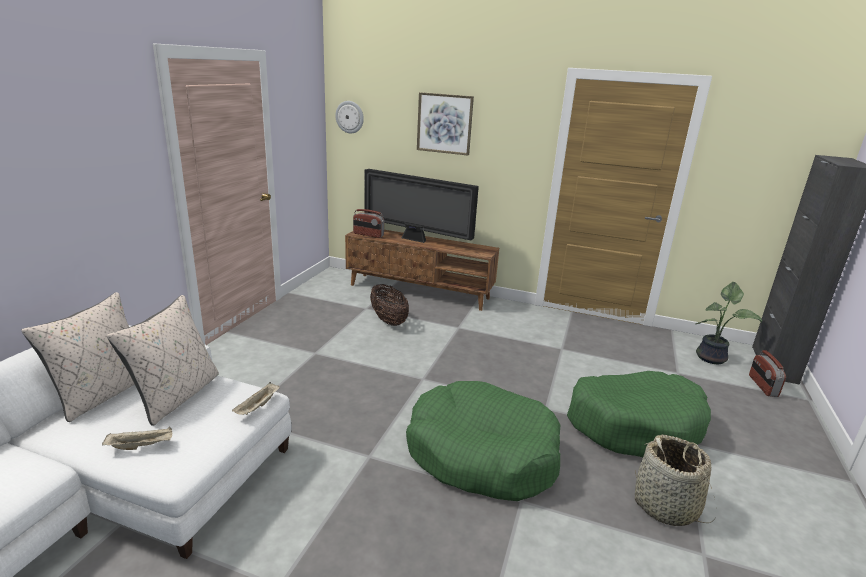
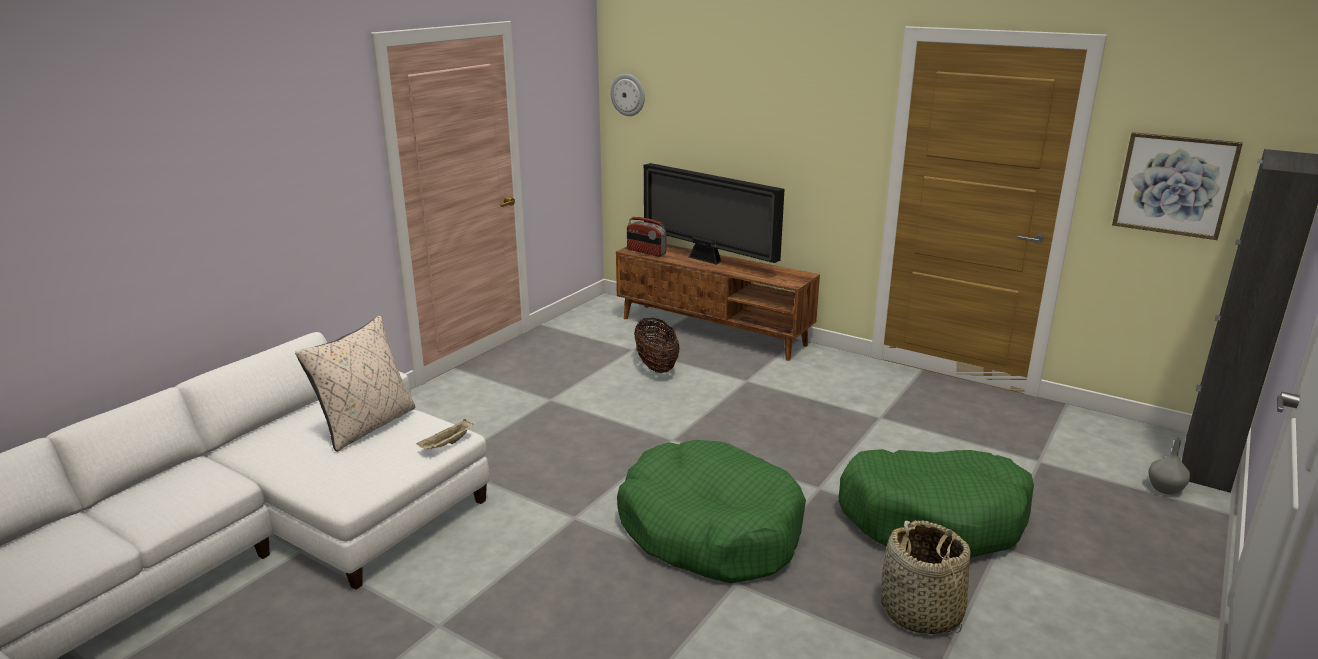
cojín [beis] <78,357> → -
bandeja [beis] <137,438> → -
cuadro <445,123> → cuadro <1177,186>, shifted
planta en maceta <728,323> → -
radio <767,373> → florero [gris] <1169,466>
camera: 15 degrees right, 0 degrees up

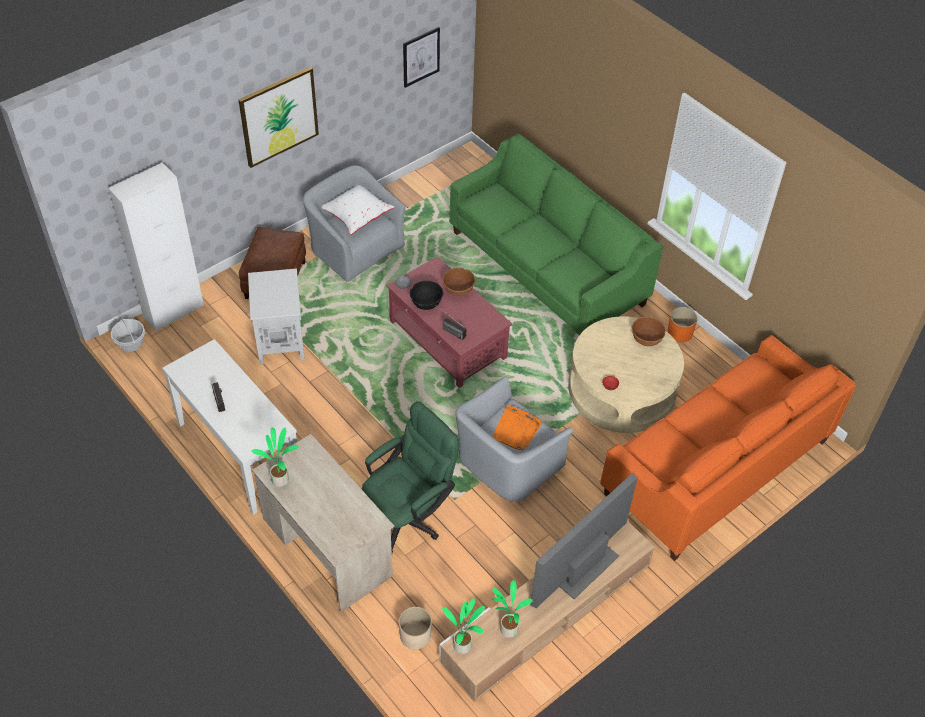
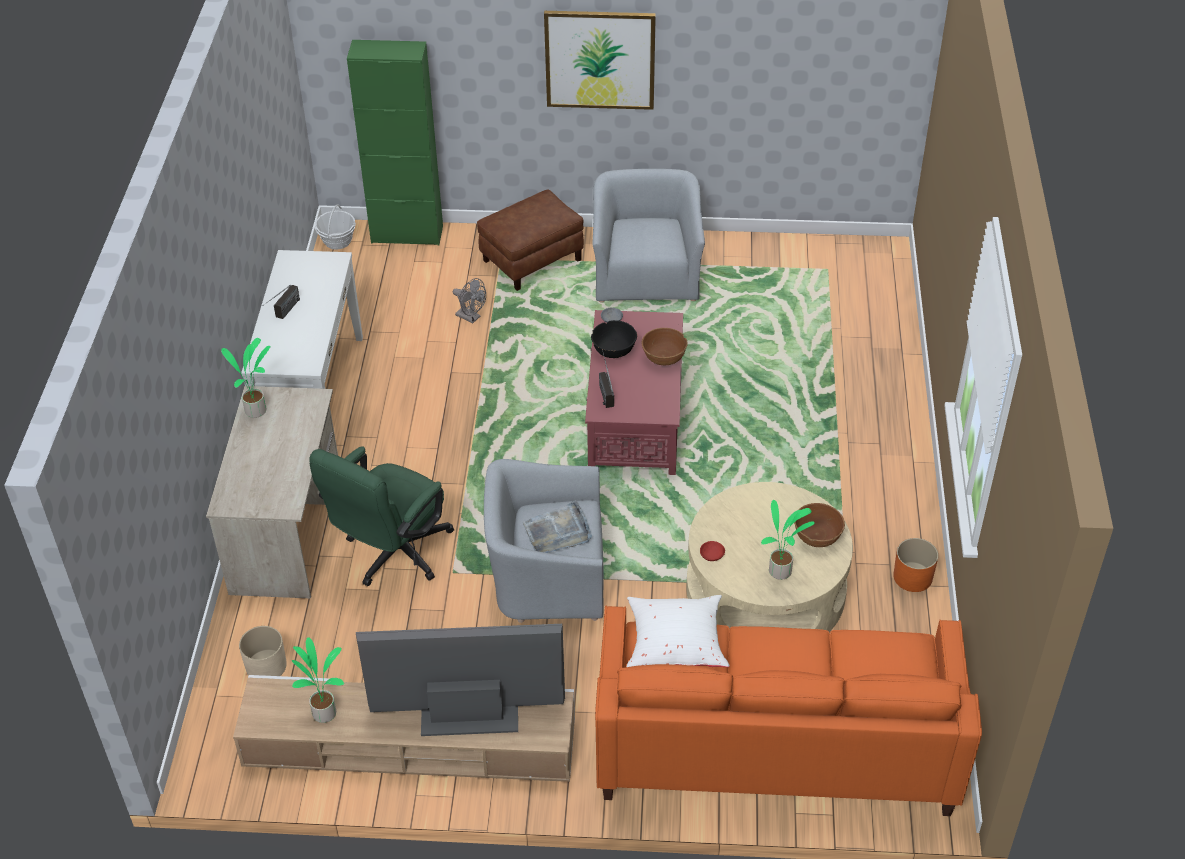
armario [blanco] <156,247> → armario [verde] <395,143>
mesa auxiliar [blanco] <276,316> → ventilador [gris] <469,300>
cojín [blanco] <358,210> → cojín [blanco] <678,631>, shifted
silla de oficina [verde] <411,477> → silla de oficina [verde] <382,516>, 120 degrees clockwise
cuadro <421,57> → -
planta en maceta <463,626> → planta en maceta <788,540>, shifted
sofá [verde] <556,234> → -
bandeja [naranja] <517,427> → bandeja [gris] <557,526>
camera: 45 degrees right, 5 degrees down

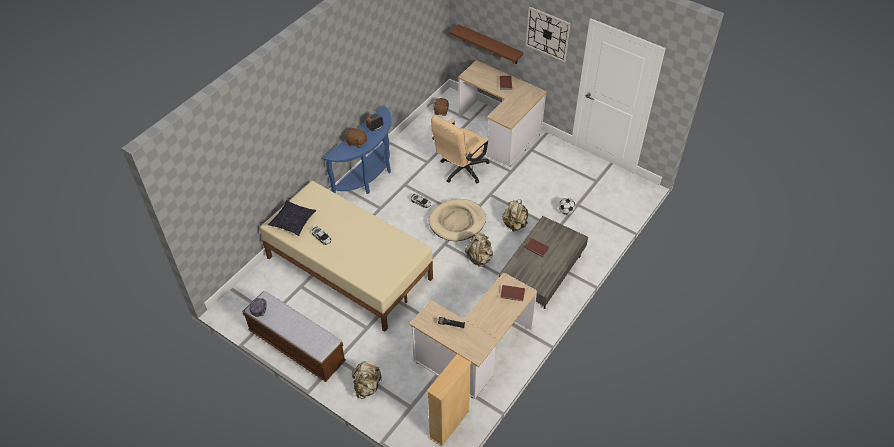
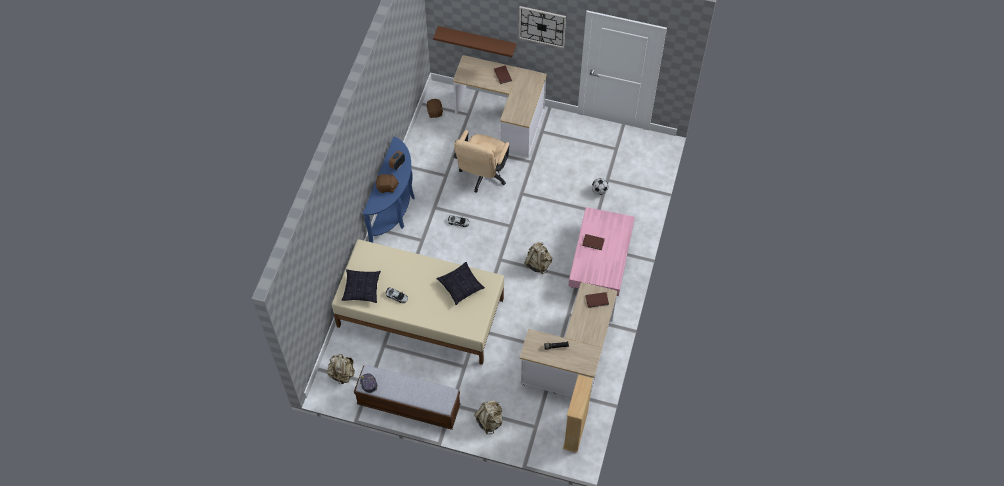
cama para perro [beis] <457,220> → -
mesa de centro [gris] <543,262> → mesa de centro [rosa] <601,251>
mochila [beis] <515,215> → mochila [beis] <341,369>, shifted
- → cojín <461,283>
camera: 20 degrees left, 10 degrees up

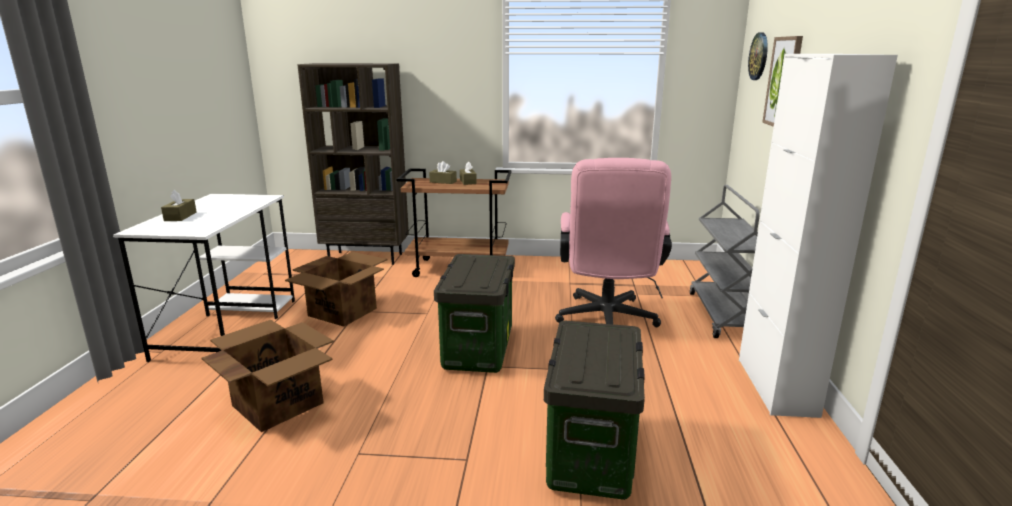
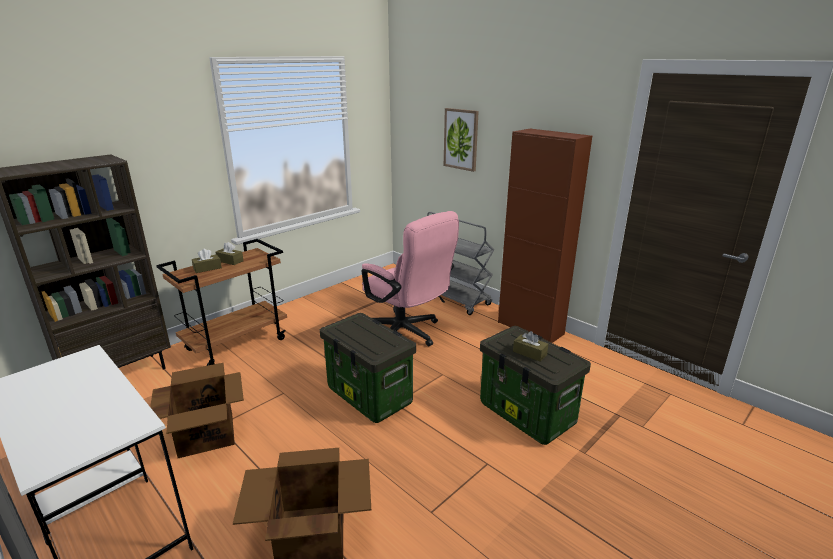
caja de pañuelos [marrón] <179,205> → caja de pañuelos [marrón] <530,346>, shifted
armario [blanco] <818,236> → armario [marrón] <545,236>
reloj de pared <758,56> → -
camera: 50 degrees left, 5 degrees up

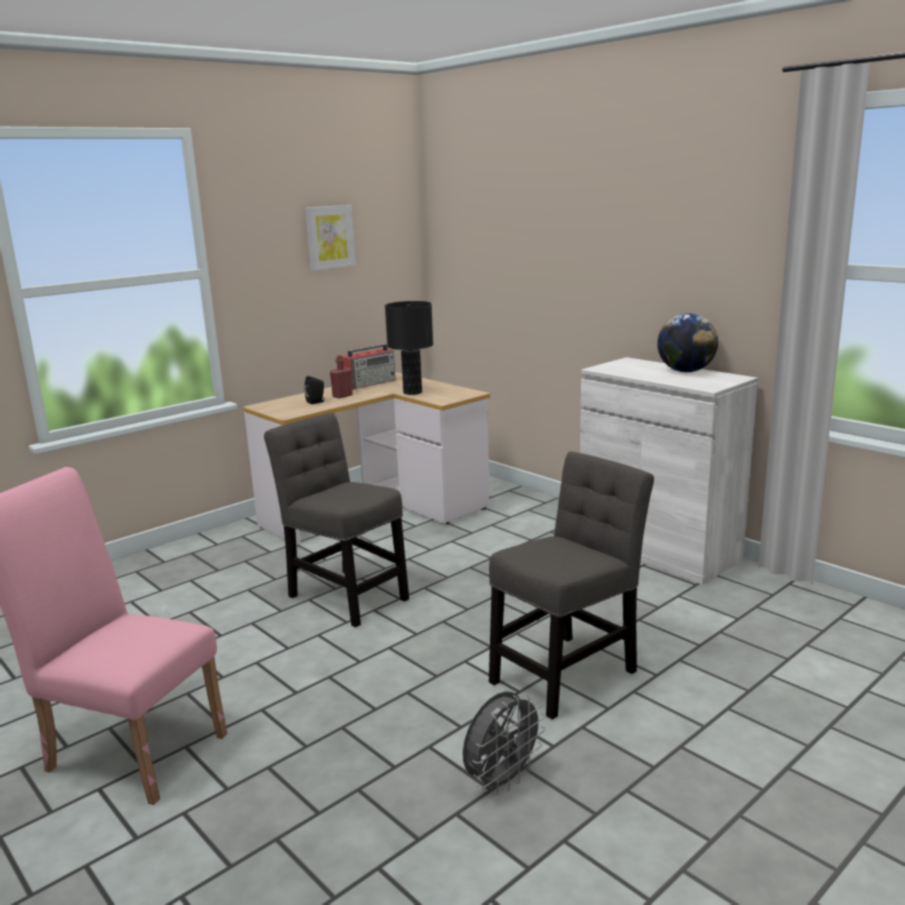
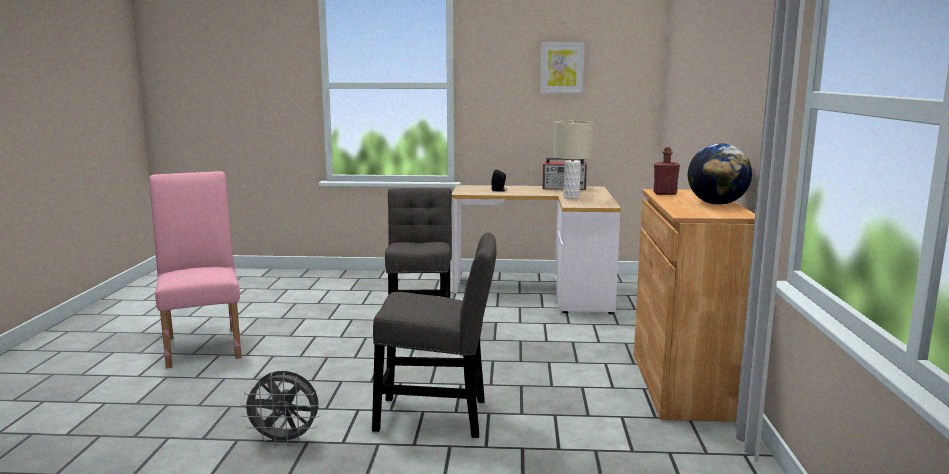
botella [rojo] <341,376> → botella [rojo] <666,171>, shifted
lámpara de mesa [negro] <409,348> → lámpara de mesa [beis] <573,160>
armario [blanco] <669,471> → armario [marrón] <694,305>
camera: 45 degrees right, 5 degrees down

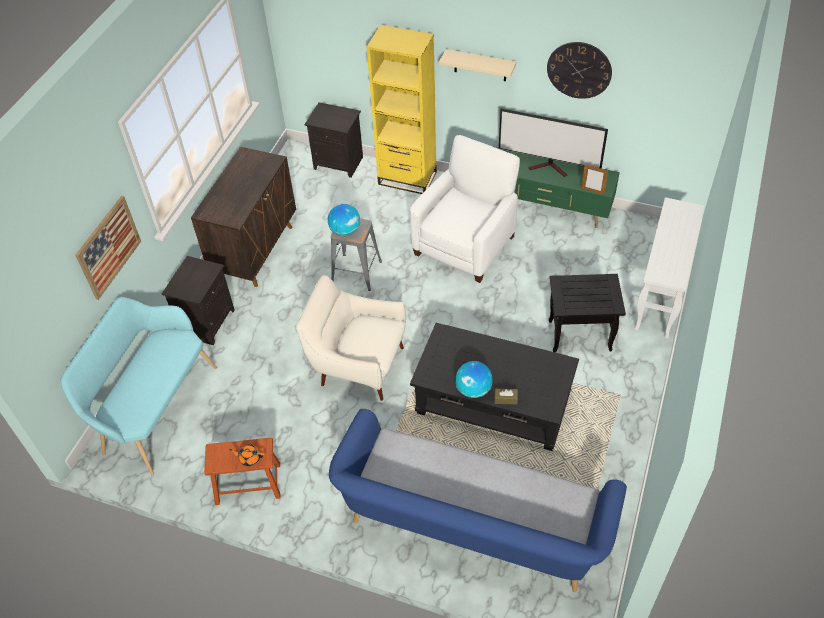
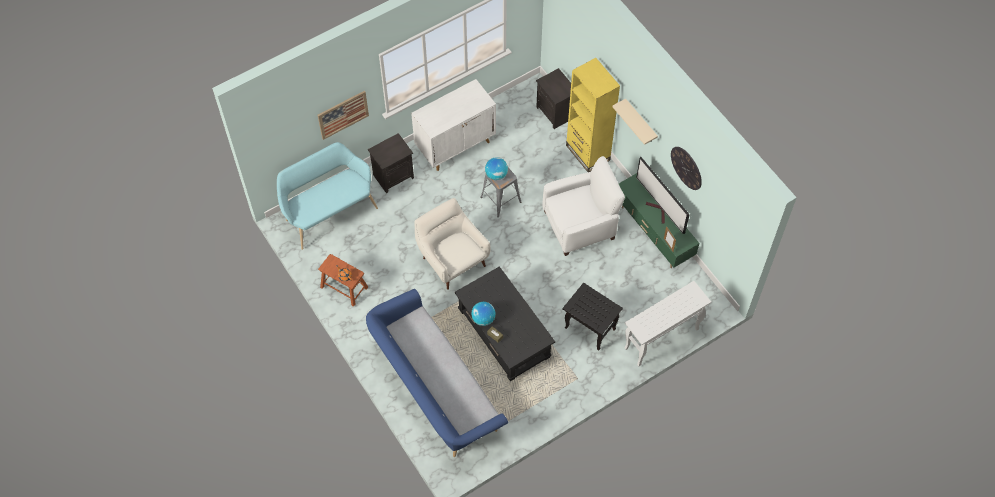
armario [marrón] <243,217> → armario [blanco] <453,125>
camera: 35 degrees right, 10 degrees up

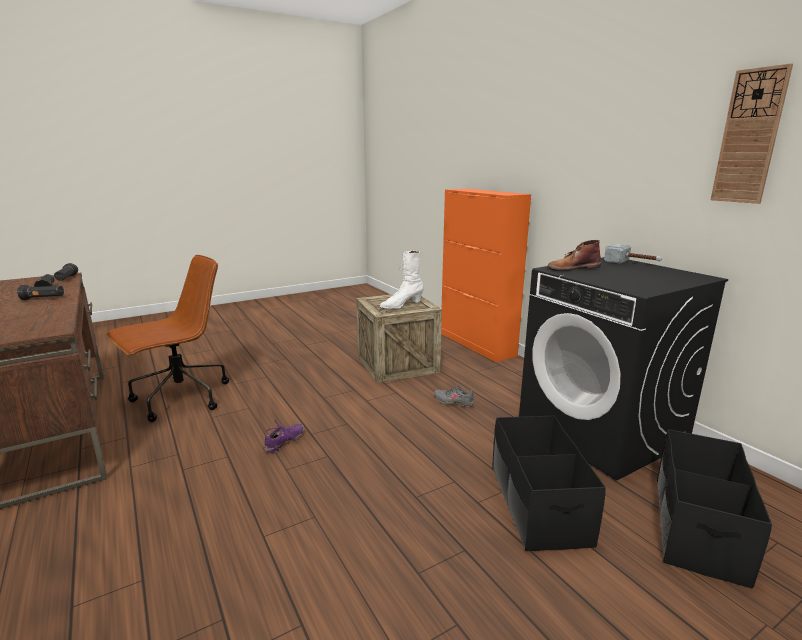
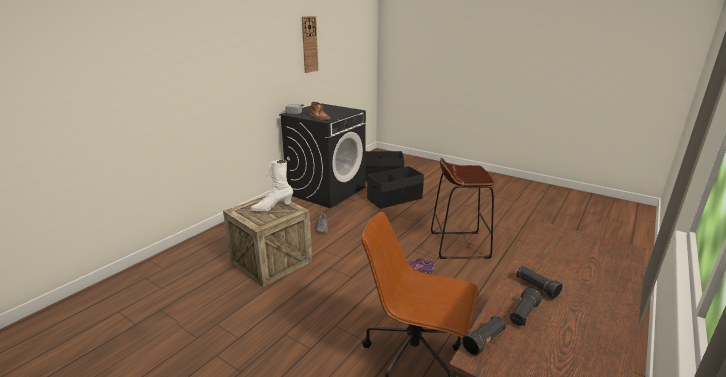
bota [blanco] <402,280> → bota [blanco] <272,185>, 120 degrees clockwise
armario [naranja] <486,275> → -
- → taburete [marrón] <462,208>
camera: 115 degrees left, 5 degrees up

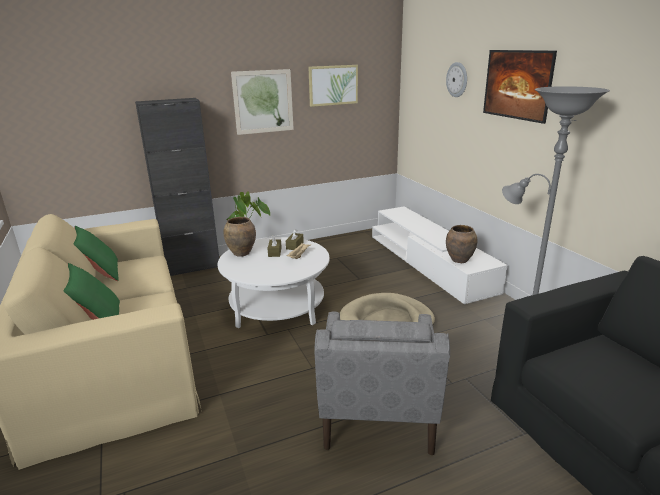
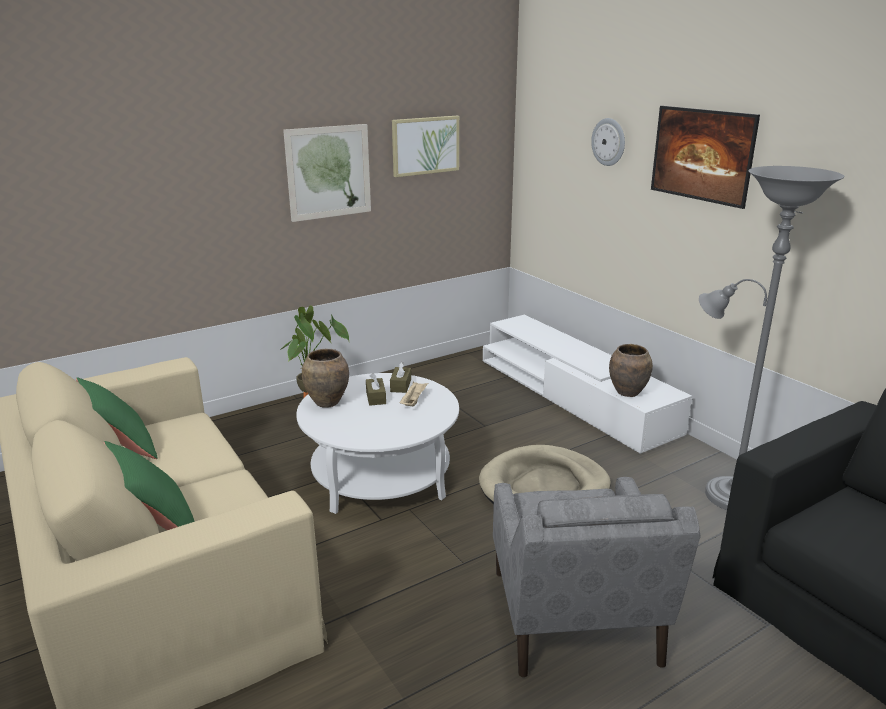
armario [negro] <177,187> → -
camera: 10 degrees left, 0 degrees up

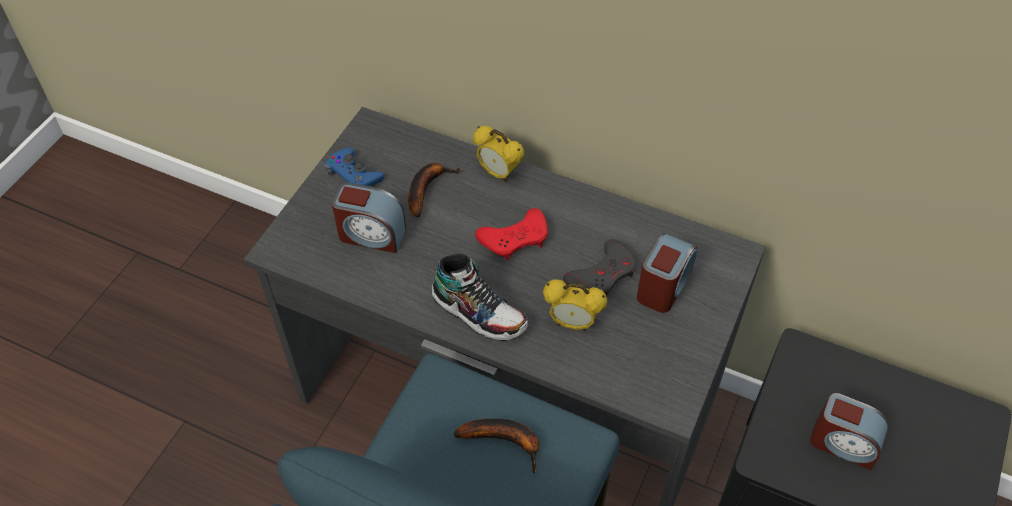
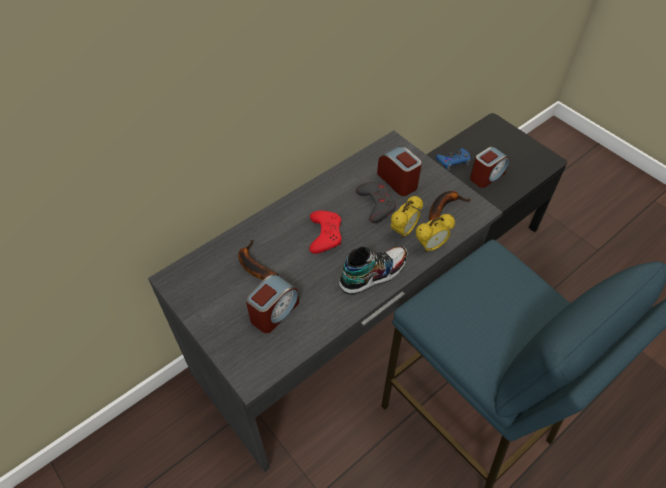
mando de consola [azul] <354,167> → mando de consola [azul] <453,159>, shifted
plátano <496,446> → plátano <450,206>, shifted
despertador <498,154> → despertador <435,233>, shifted
camera: 65 degrees left, 0 degrees up

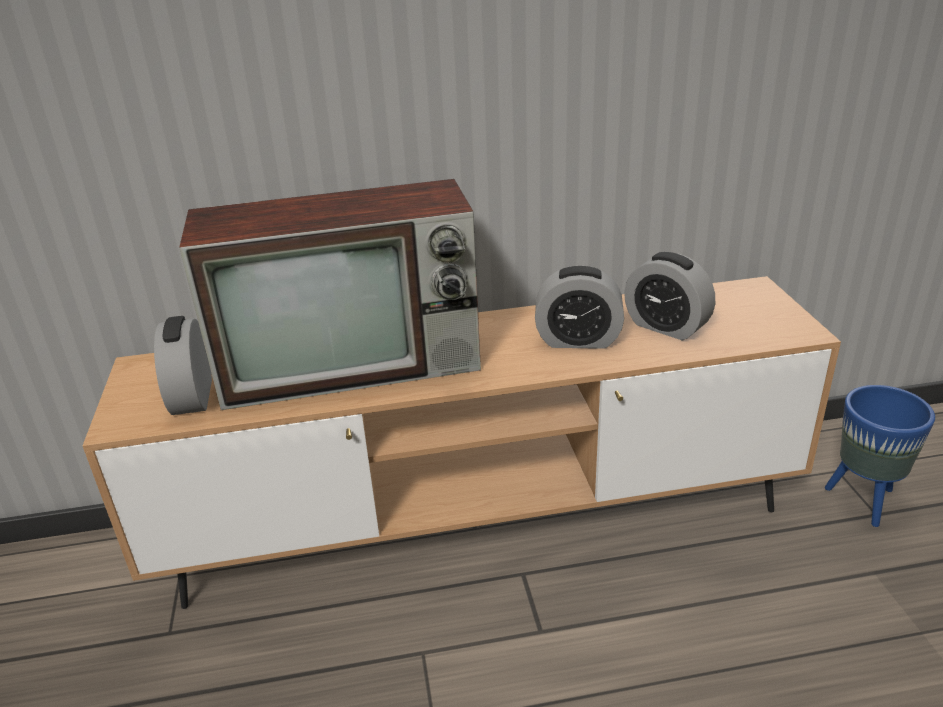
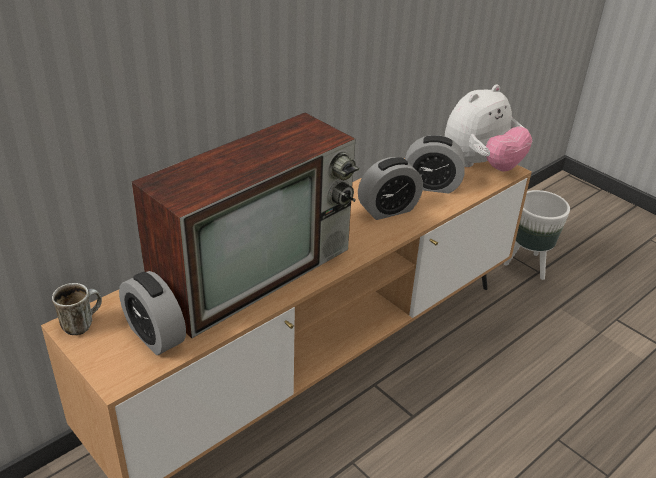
maceta [azul] <880,456> → maceta [blanco] <537,235>
- → taza grande <77,309>
- → peluche <488,128>
camera: 35 degrees left, 5 degrees up

